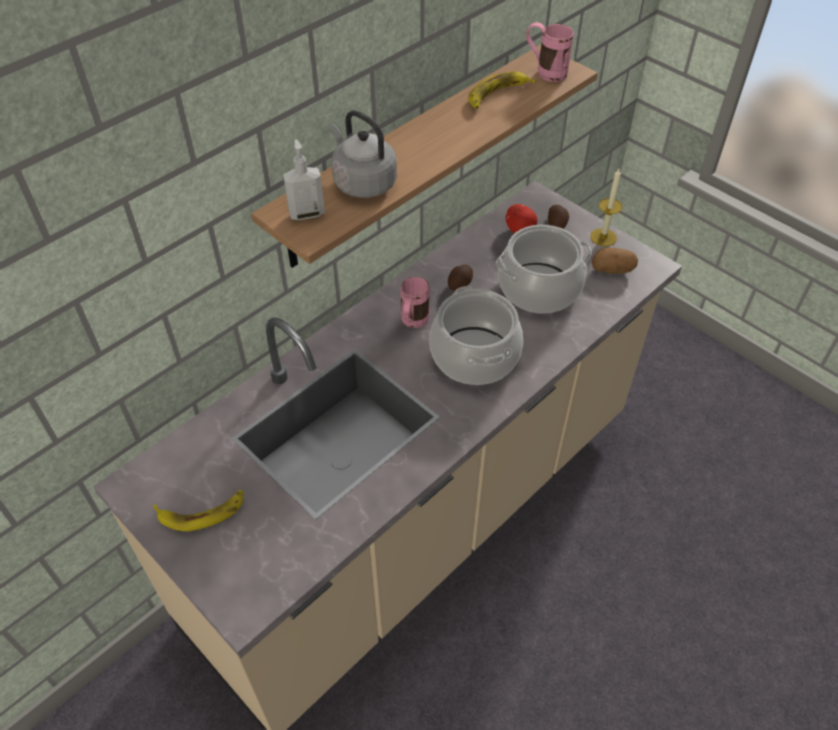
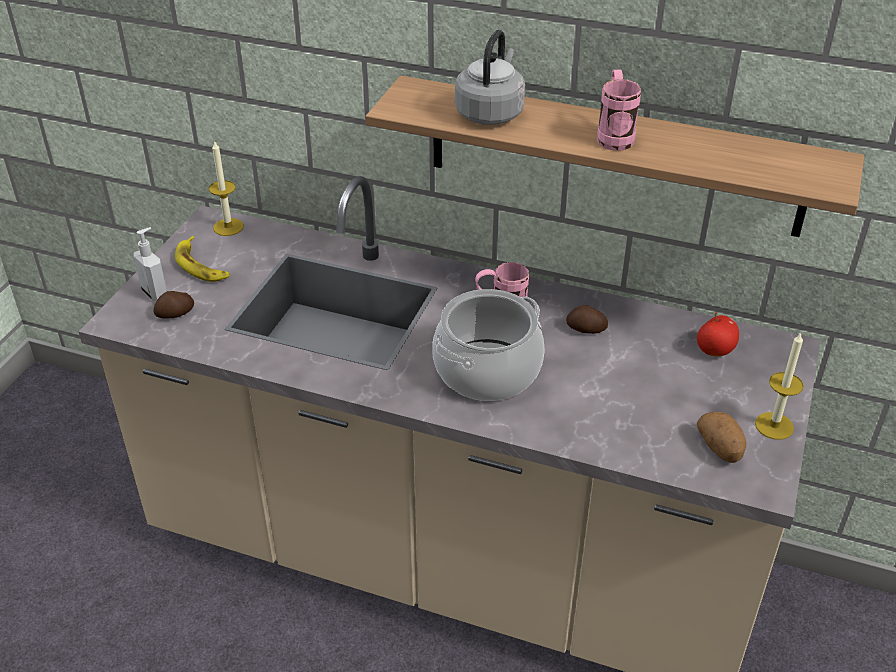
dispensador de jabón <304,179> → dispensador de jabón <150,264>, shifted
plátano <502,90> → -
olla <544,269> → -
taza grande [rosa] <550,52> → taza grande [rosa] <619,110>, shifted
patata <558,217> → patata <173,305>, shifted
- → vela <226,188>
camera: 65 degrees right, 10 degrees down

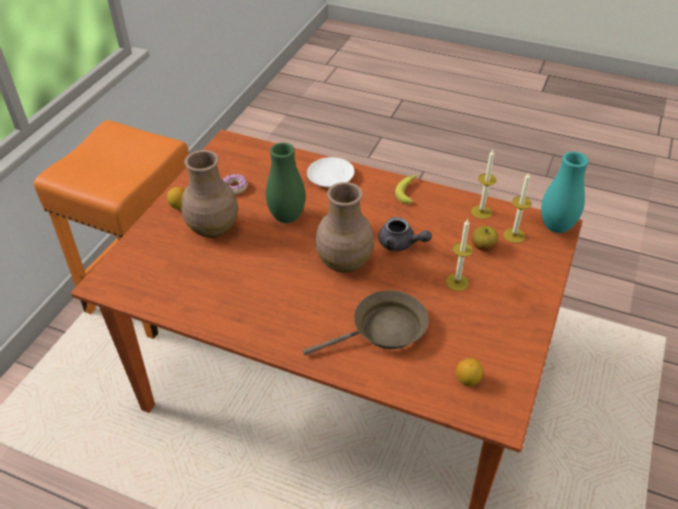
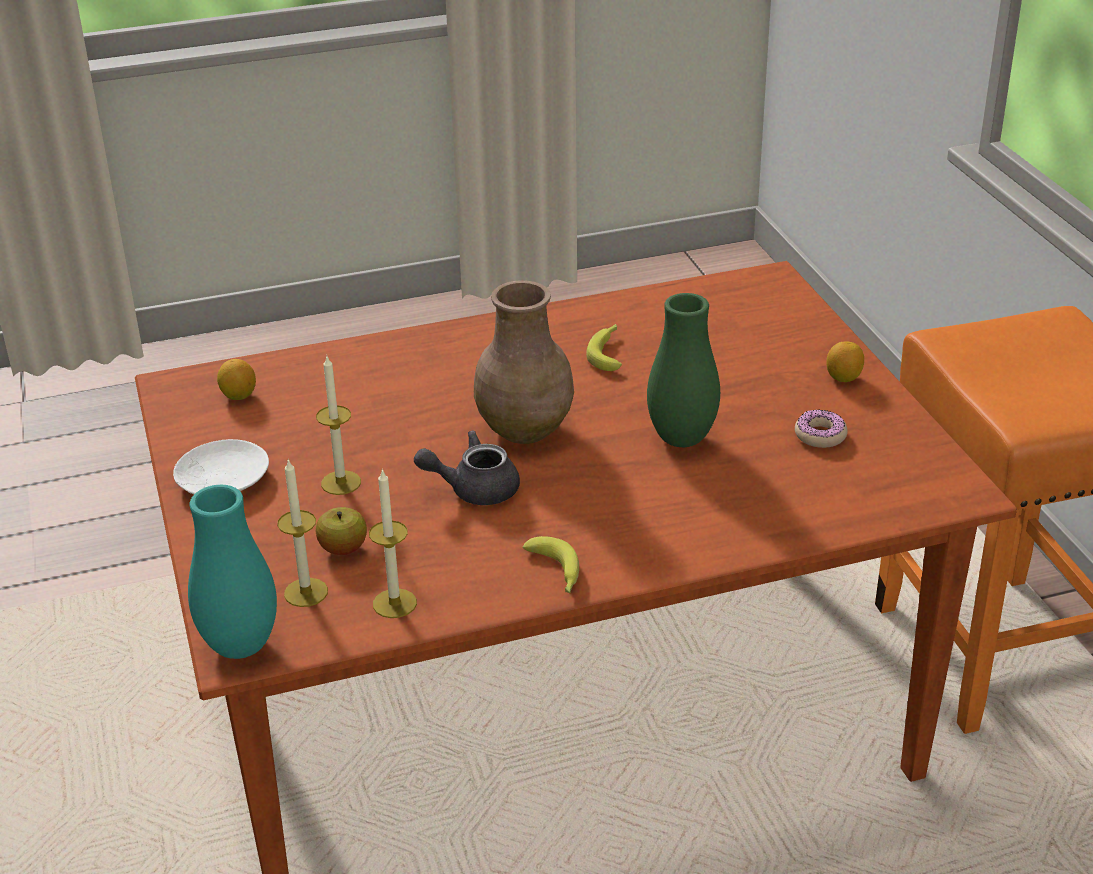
florero [marrón] <209,194> → -
sartén [marrón] <365,322> → -
plato [blanco] <330,172> → plato [blanco] <221,466>, shifted
- → plátano <604,347>
camera: 140 degrees right, 10 degrees down

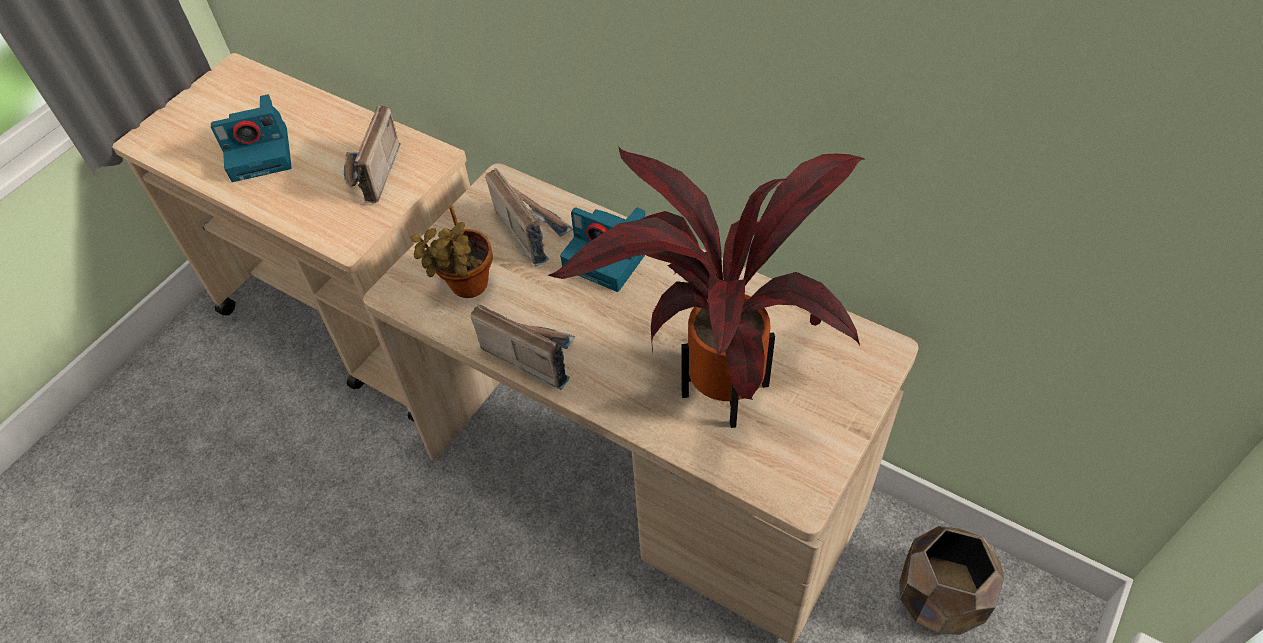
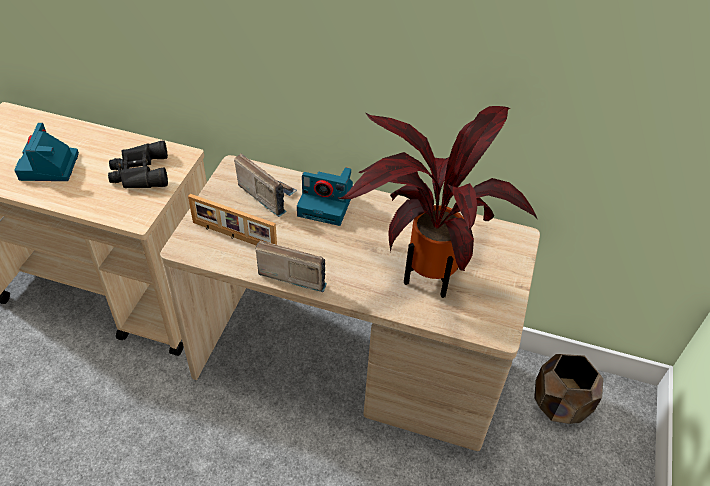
cámara <251,138> → cámara <46,152>, 120 degrees clockwise
radio <372,154> → prismáticos [negro] <138,164>
planta en maceta <451,251> → portarretratos <232,219>
camera: 20 degrees left, 5 degrees down

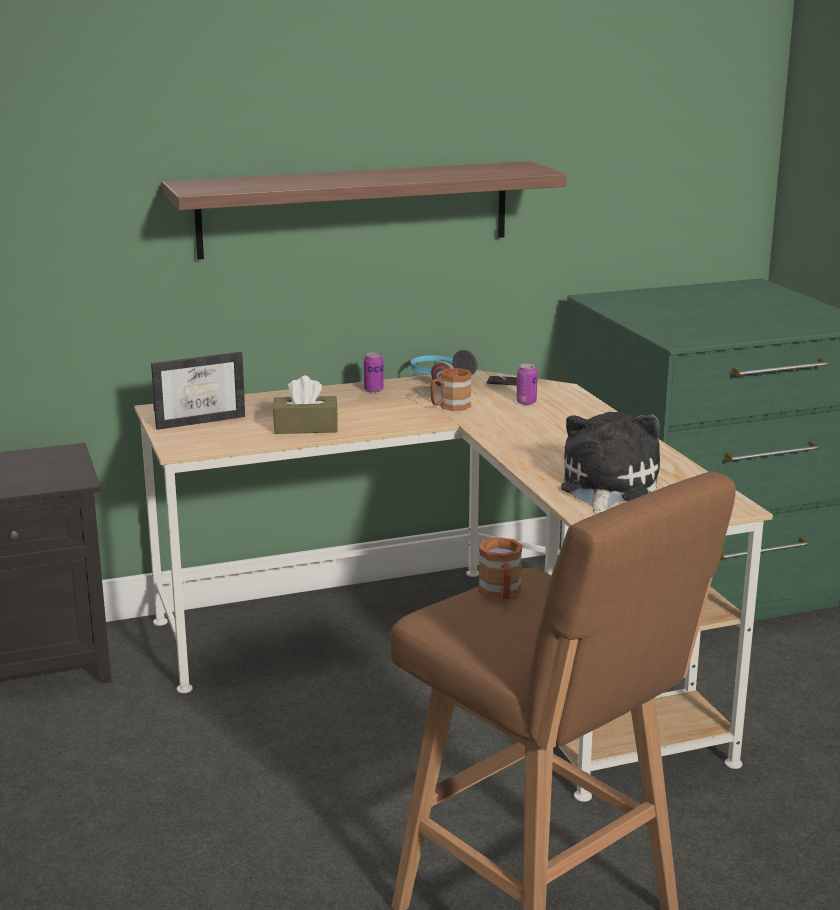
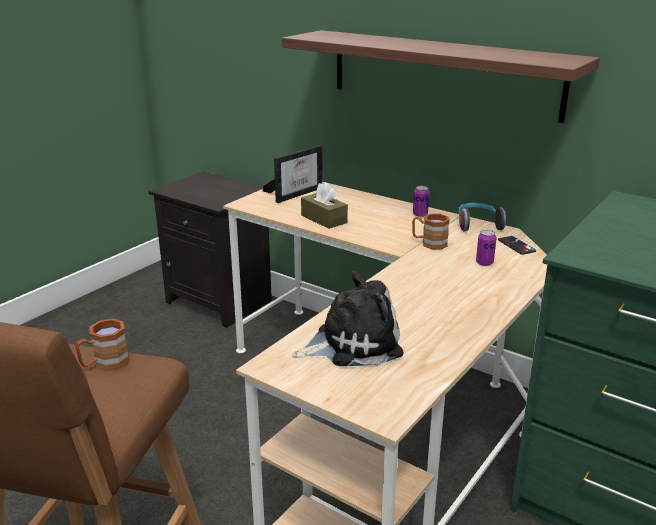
portarretratos <198,391> → portarretratos <292,174>, 75 degrees counterclockwise
camera: 55 degrees right, 5 degrees up

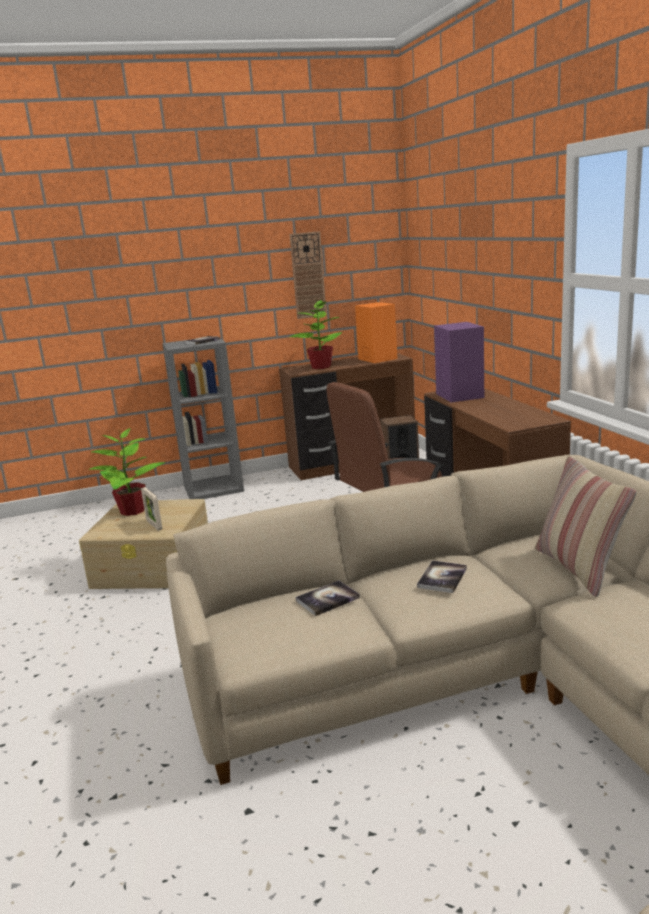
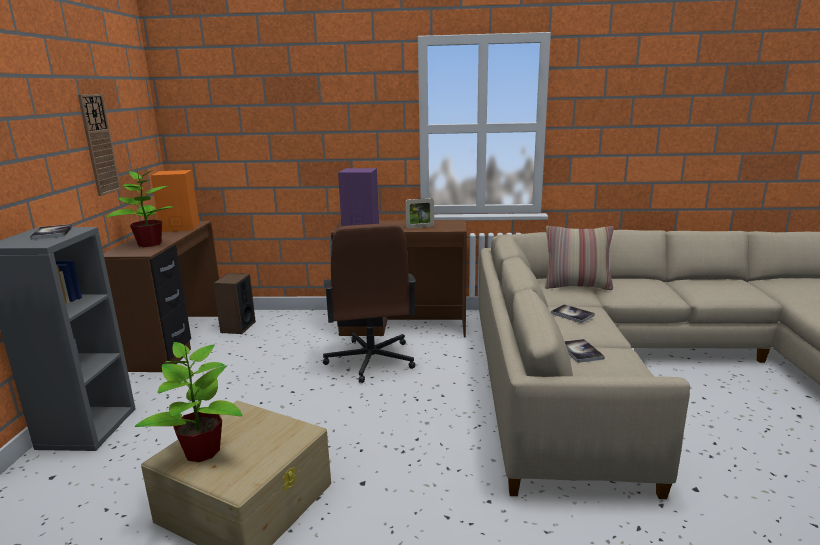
portarretratos <151,509> → portarretratos <419,213>, shifted
camera: 70 degrees left, 0 degrees up

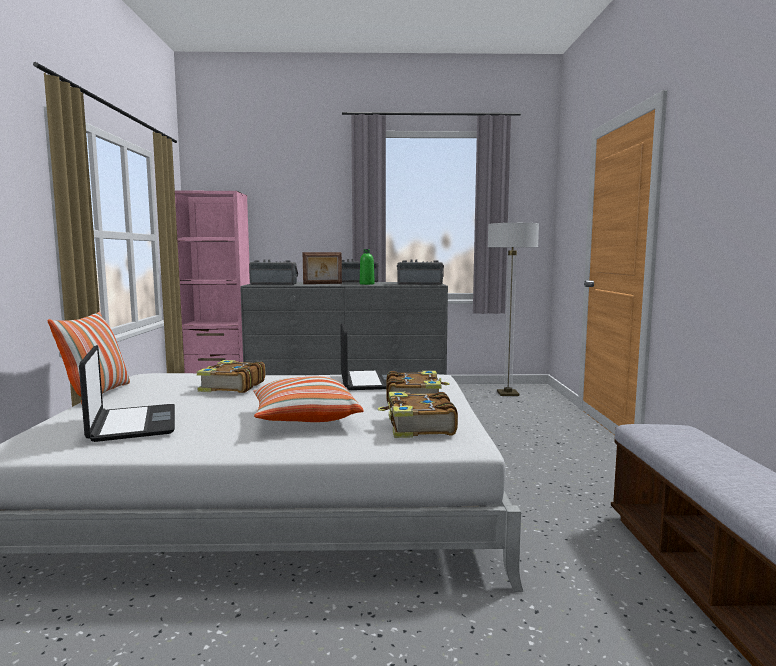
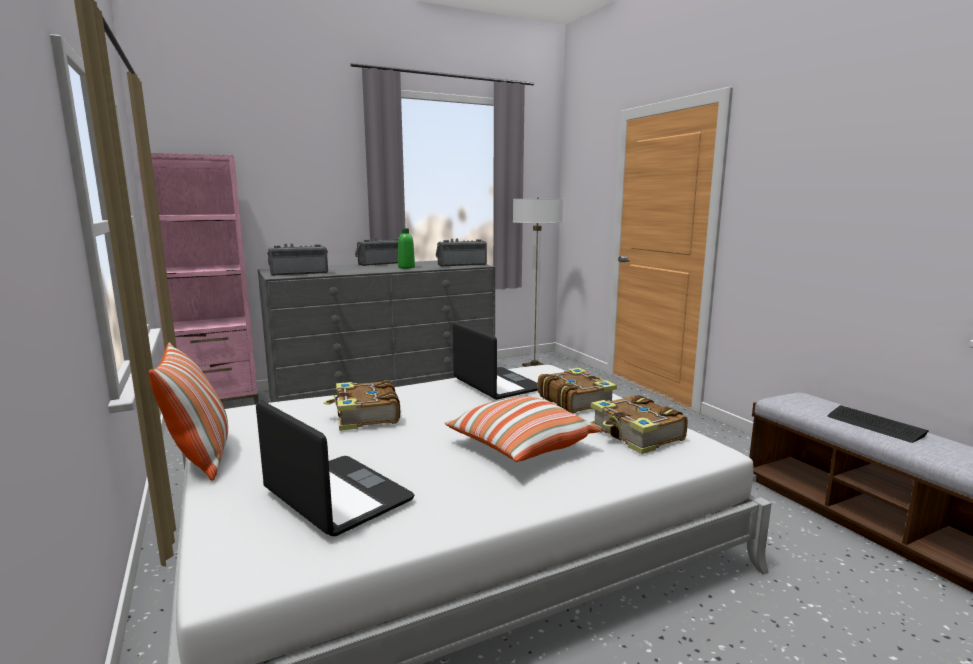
portarretratos <322,268> → -
- → teclado <878,424>
camera: 25 degrees left, 5 degrees up

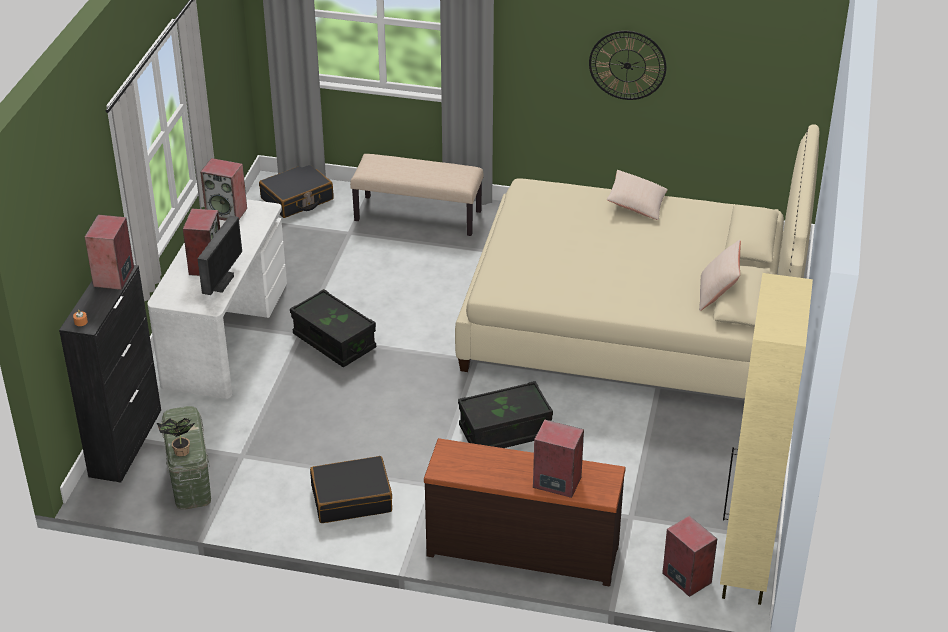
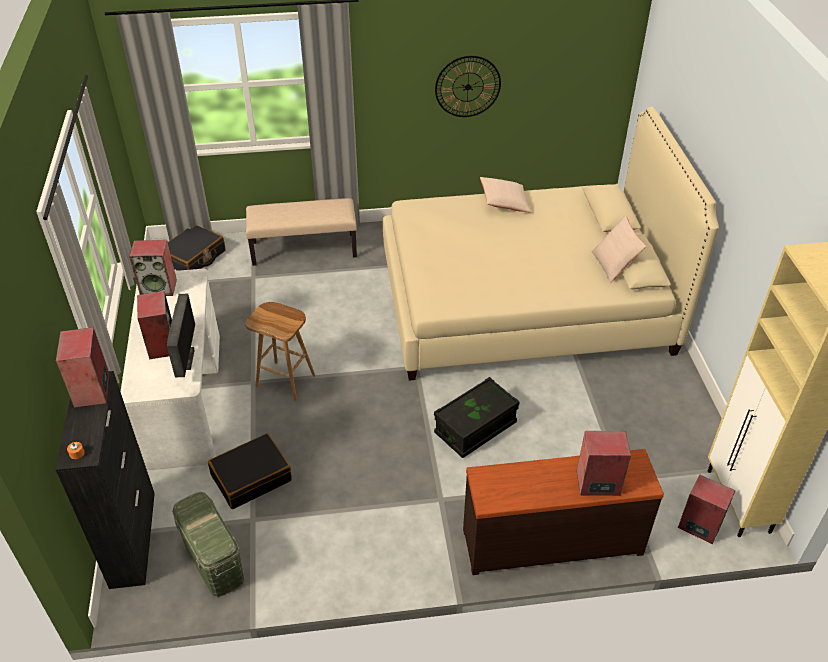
planta en maceta <176,437> → -
caja de almacenaje [negro] <333,328> → taburete [marrón] <280,351>
maleta [negro] <351,489> → maleta [negro] <250,471>, shifted
camera: 20 degrees left, 5 degrees up

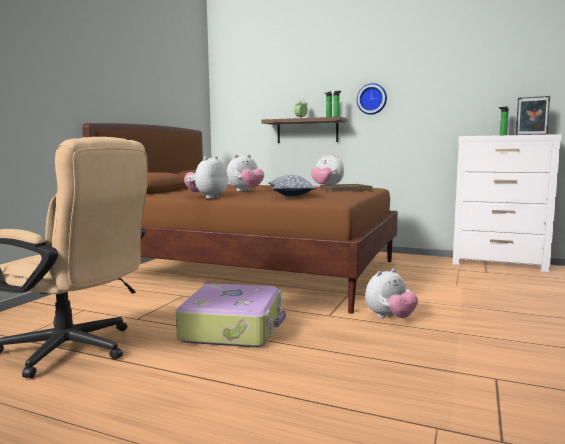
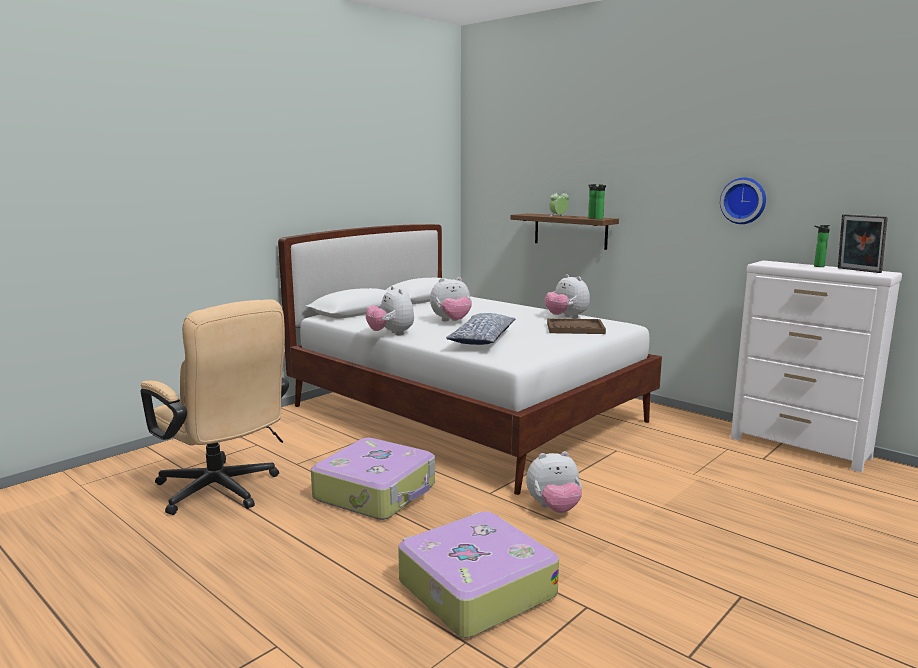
cama [marrón] <240,218> → cama [blanco] <470,359>
peluche <206,177> → peluche <390,310>, 75 degrees counterclockwise
reloj de pared <372,99> → reloj de pared <743,201>, shifted
- → maleta <478,575>
camera: 20 degrees right, 5 degrees up

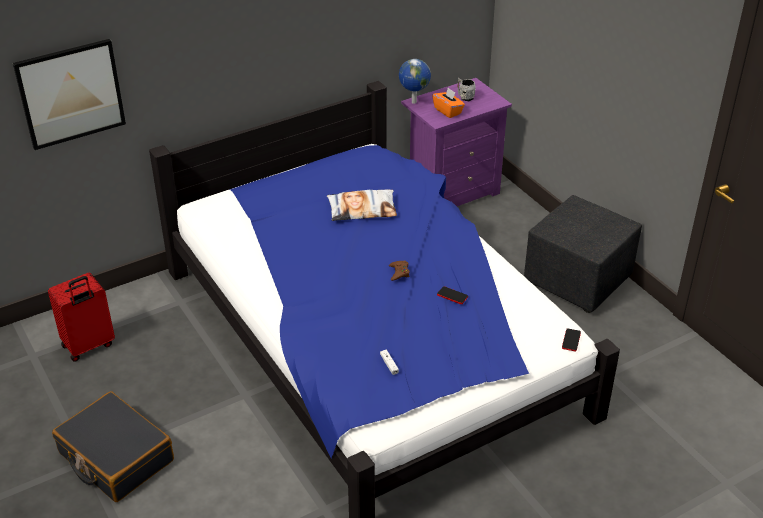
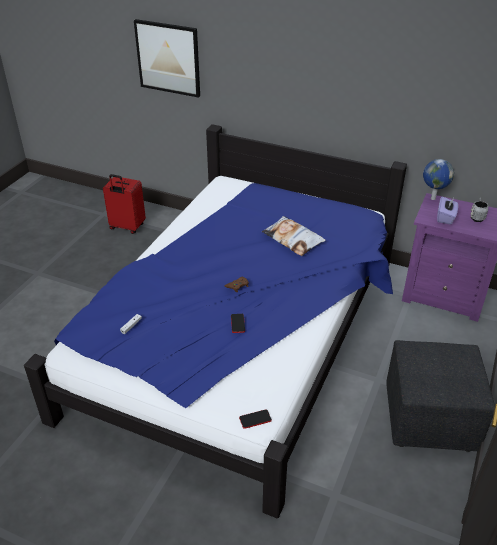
maleta [negro] <113,446> → -
caja de pañuelos [naranja] <448,103> → caja de pañuelos [morado] <447,211>
camera: 55 degrees right, 0 degrees up

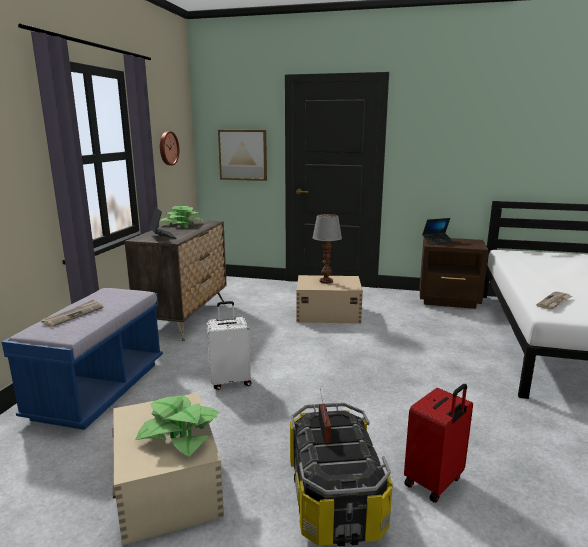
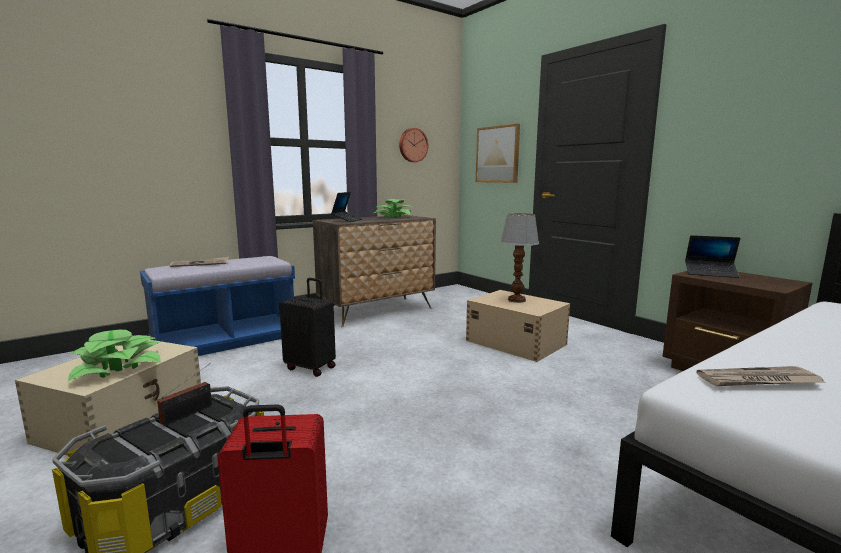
maleta [blanco] <228,345> → maleta [negro] <307,327>
camera: 40 degrees right, 5 degrees down

